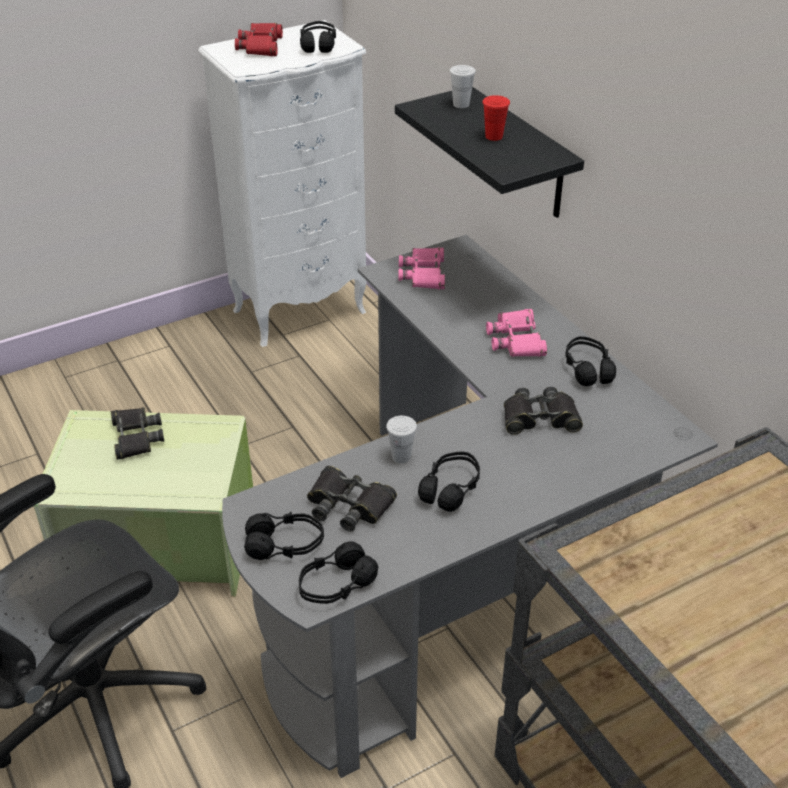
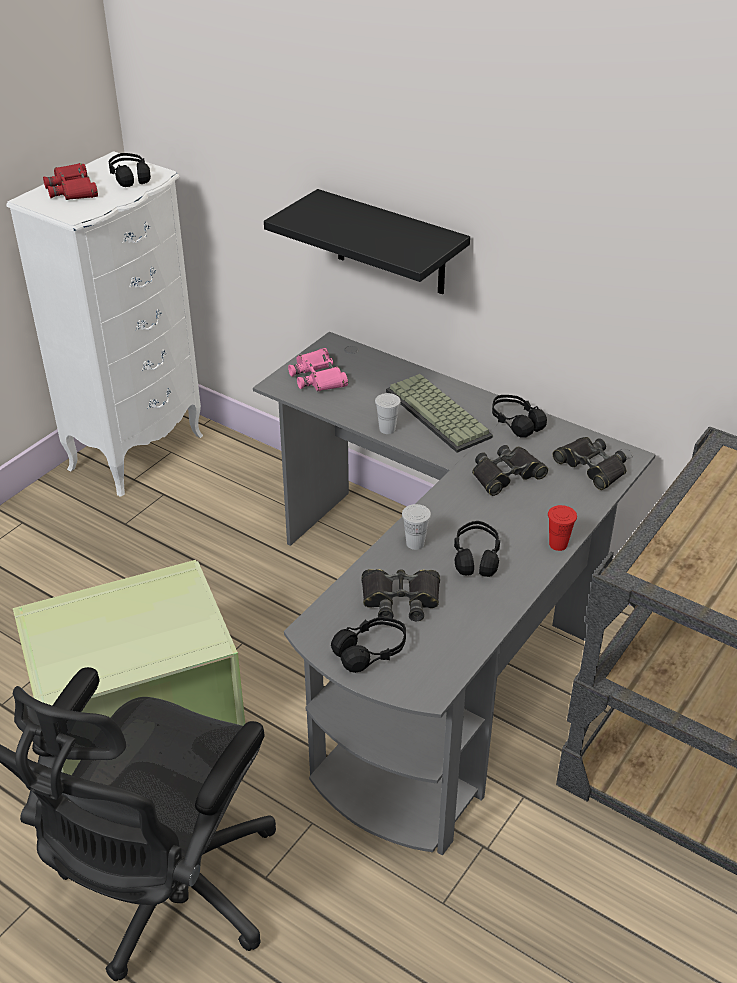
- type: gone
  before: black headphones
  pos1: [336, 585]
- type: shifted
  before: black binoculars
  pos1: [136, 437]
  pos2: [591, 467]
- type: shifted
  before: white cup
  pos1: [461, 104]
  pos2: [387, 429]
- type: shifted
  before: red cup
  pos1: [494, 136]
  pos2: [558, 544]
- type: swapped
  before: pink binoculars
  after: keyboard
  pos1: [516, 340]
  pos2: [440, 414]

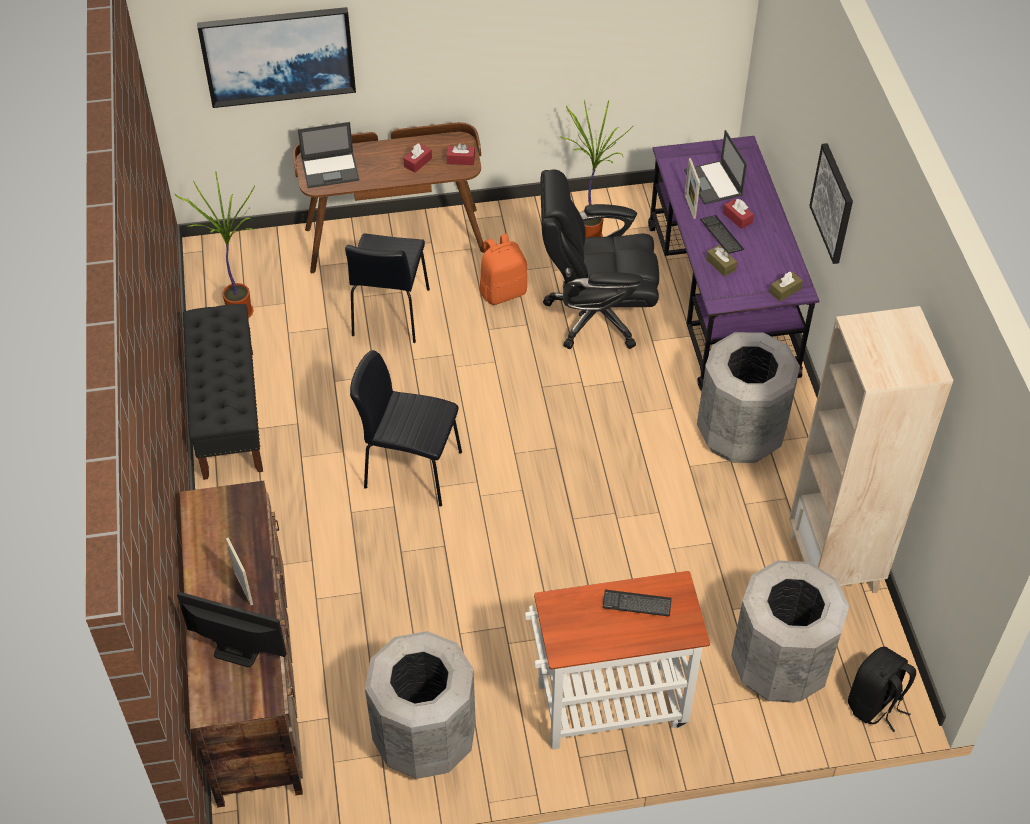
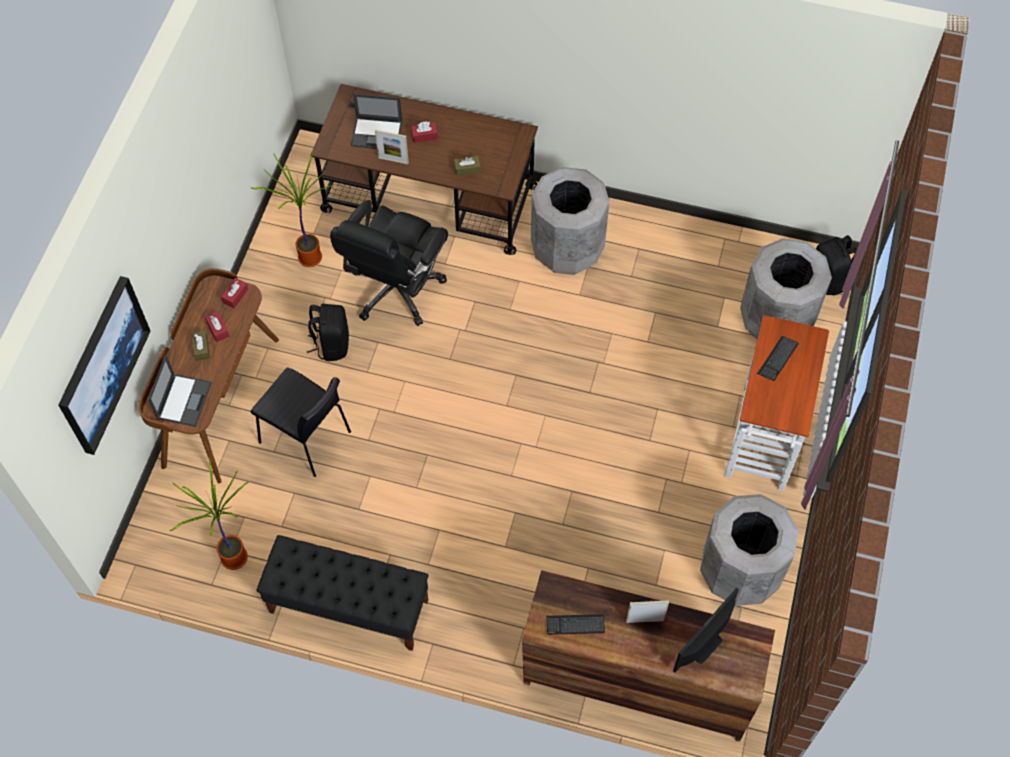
- type: gone
  before: black chair
  pos1: [409, 469]
- type: gone
  before: beige bookcase
  pos1: [834, 564]
- type: gone
  before: picture
  pos1: [833, 203]
- type: shifted
  before: keyboard
  pos1: [721, 235]
  pos2: [575, 625]
- type: shifted
  before: brown tissue box
  pos1: [785, 291]
  pos2: [201, 348]
- type: repainted
  before: orange backpack
  after: black backpack
  pos1: [503, 291]
  pos2: [331, 344]
- type: repainted
  before: purple desk
  after: brown desk
  pos1: [721, 299]
  pos2: [429, 199]

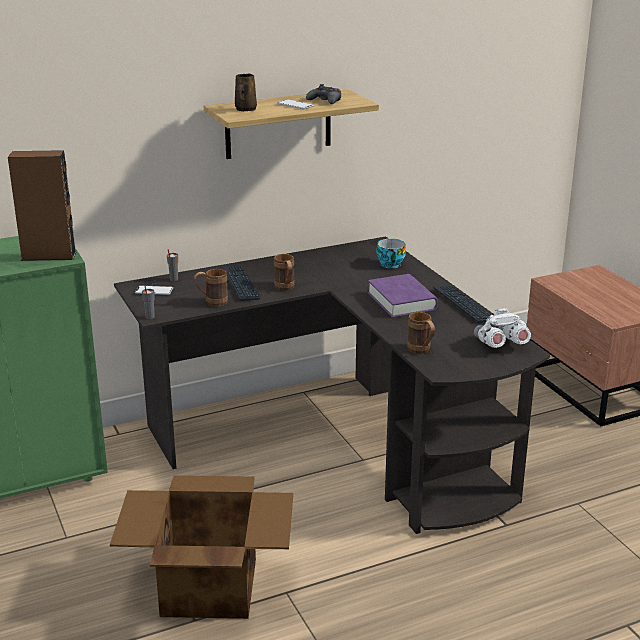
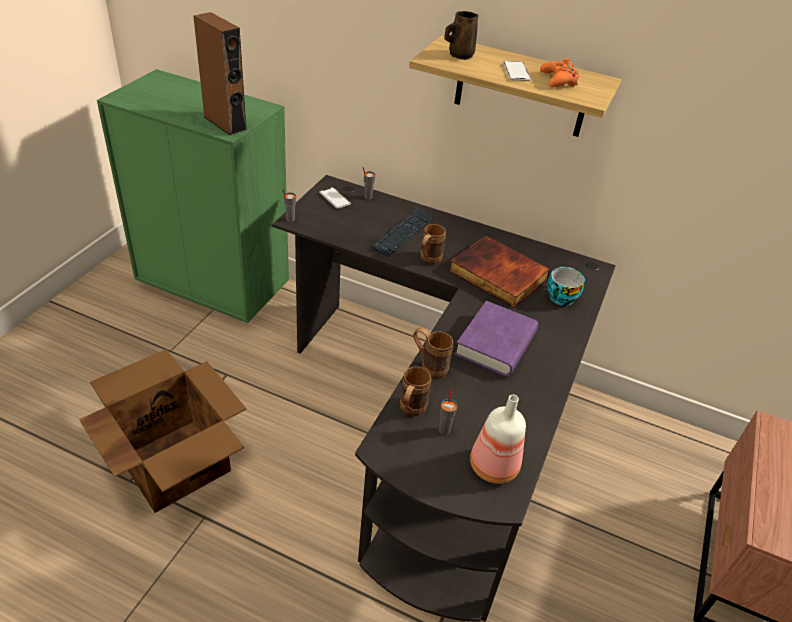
- type: gone
  before: keyboard
  pos1: [463, 304]
- type: new
  after: grey cup
  pos2: [444, 430]
- type: new
  after: book
  pos2: [496, 275]
- type: shifted
  before: brown mug
  pos1: [211, 303]
  pos2: [429, 366]
- type: swapped
  before: white binoculars
  after: bottle
  pos1: [500, 345]
  pos2: [492, 467]
- type: repainted
  before: black game controller
  after: orange game controller
  pos1: [325, 101]
  pos2: [558, 81]

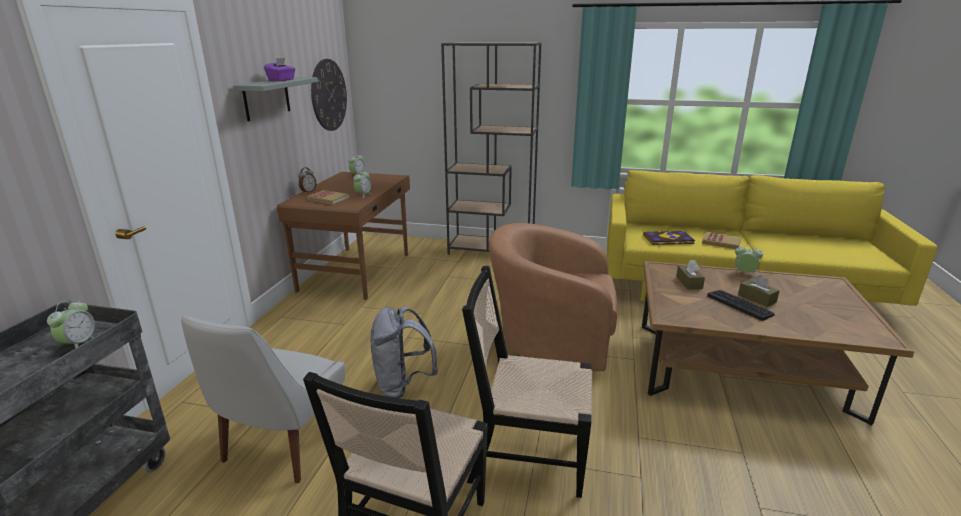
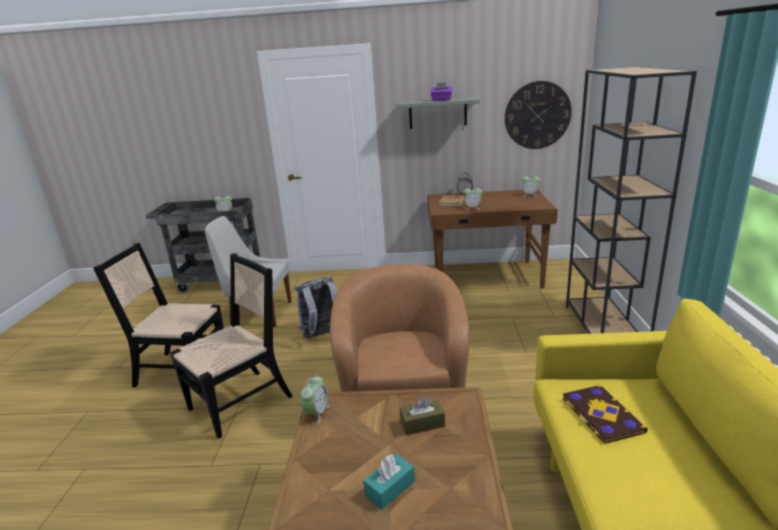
- type: gone
  before: book
  pos1: [721, 242]
- type: gone
  before: keyboard
  pos1: [740, 305]
- type: shifted
  before: alarm clock
  pos1: [744, 273]
  pos2: [316, 413]
- type: repainted
  before: brown tissue box
  after: turquoise tissue box
  pos1: [757, 298]
  pos2: [390, 488]
- type: rotated
  before: chair
  pos1: [527, 457]
  pos2: [241, 403]
  turn: 45

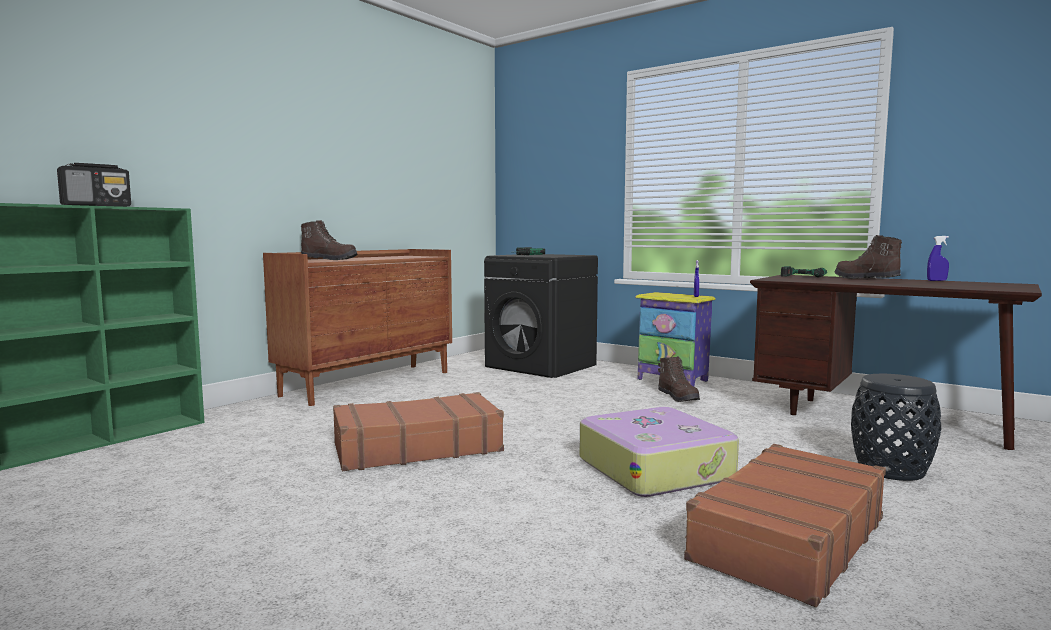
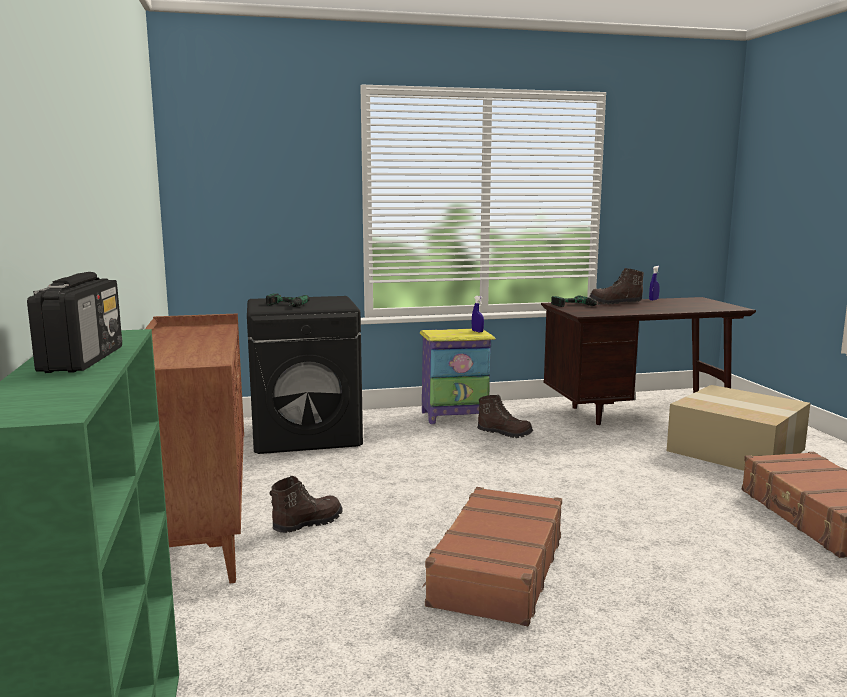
- type: gone
  before: suitcase
  pos1: [655, 468]
- type: shifted
  before: brown boot
  pos1: [329, 259]
  pos2: [307, 523]
- type: swapped
  before: black stool
  after: cardboard box
  pos1: [890, 470]
  pos2: [733, 450]

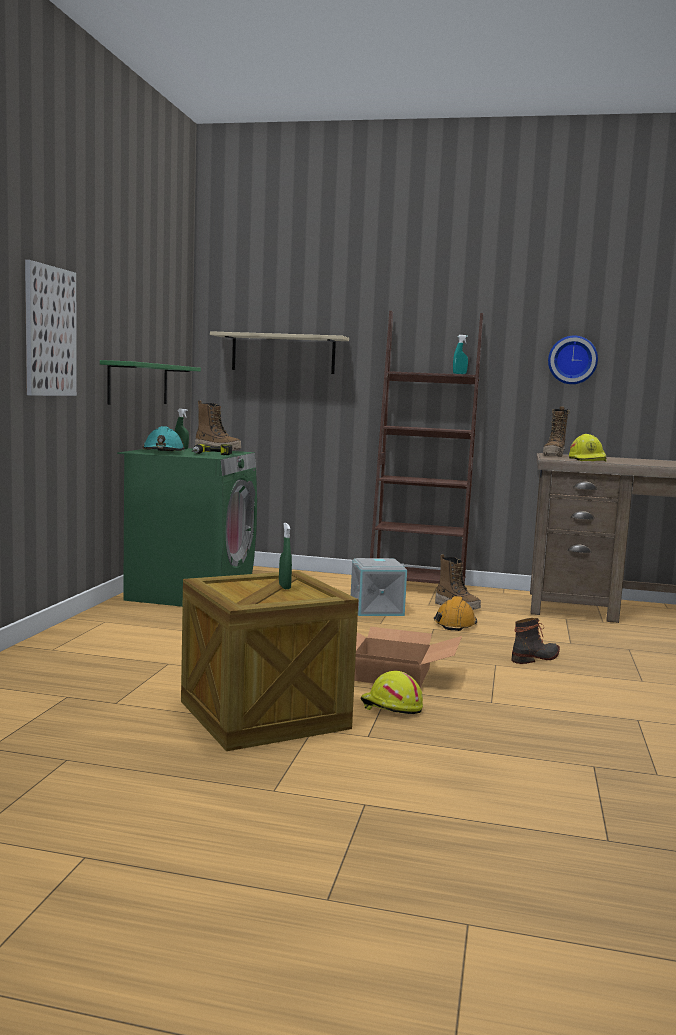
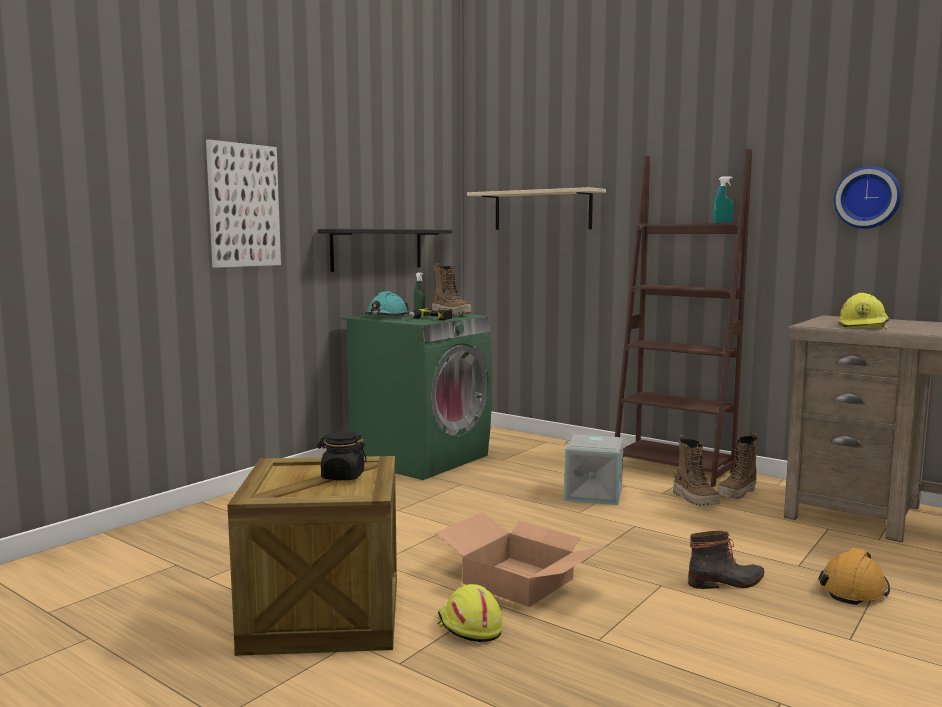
- type: shifted
  before: orange hard hat
  pos1: [455, 623]
  pos2: [853, 589]
- type: shifted
  before: boot
  pos1: [554, 456]
  pos2: [737, 494]
- type: swapped
  before: green spray bottle
  after: black jar
  pos1: [284, 587]
  pos2: [342, 476]
- type: repainted
  before: green shelf
  after: black shelf
  pos1: [138, 384]
  pos2: [377, 249]

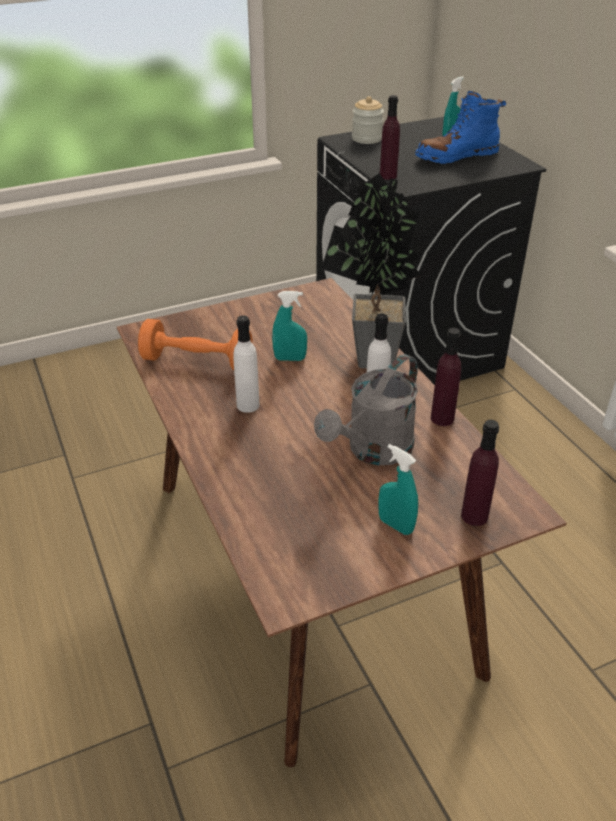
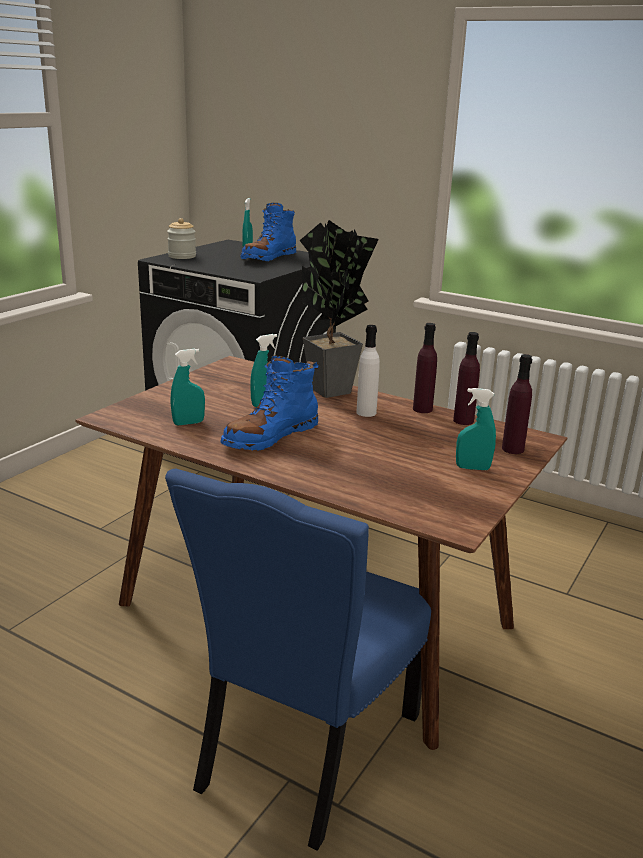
- type: gone
  before: grey watering can
  pos1: [373, 451]
- type: new
  after: blue chair
  pos2: [308, 744]
- type: shifted
  before: purple bottle
  pos1: [388, 176]
  pos2: [463, 421]
- type: swapped
  before: orange dumbbell
  after: turquoise spray bottle
  pos1: [197, 361]
  pos2: [188, 423]
- type: swapped
  before: white bottle
  after: blue boot
  pos1: [248, 405]
  pos2: [270, 437]

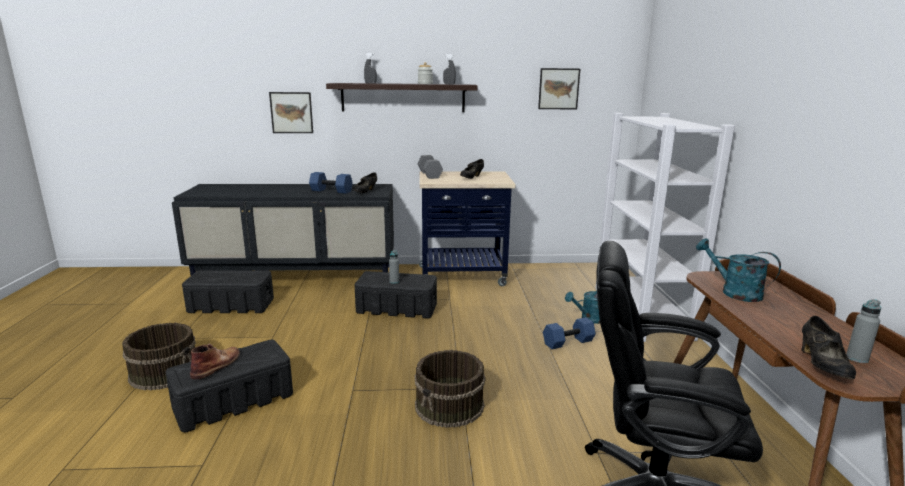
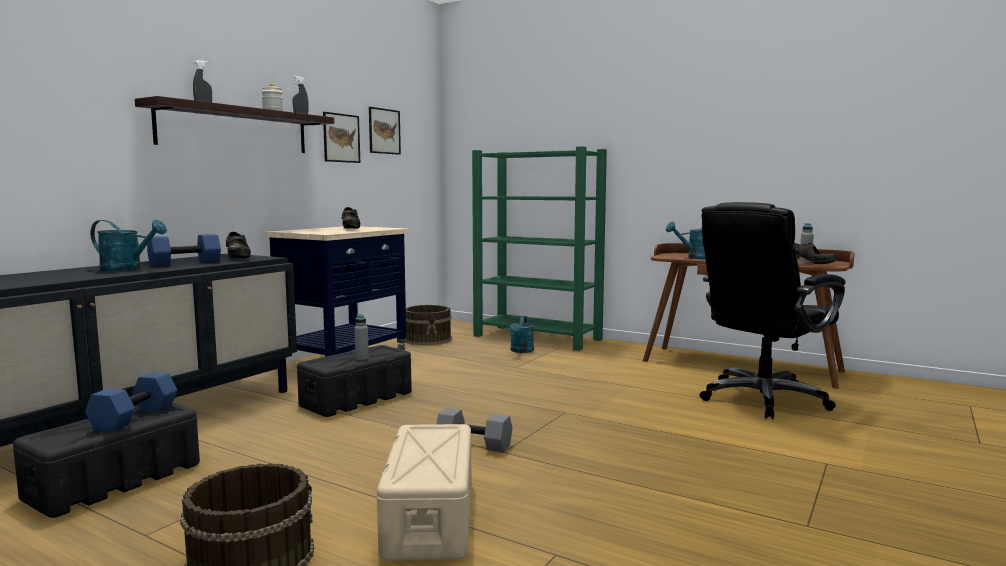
- type: gone
  before: brown boot
  pos1: [217, 365]
- type: new
  after: turquoise watering can
  pos2: [127, 269]
- type: shifted
  before: picture
  pos1: [291, 112]
  pos2: [341, 138]
- type: shifted
  before: brown bucket
  pos1: [450, 406]
  pos2: [428, 339]
- type: shifted
  before: grey dumbbell
  pos1: [429, 174]
  pos2: [473, 445]
- type: shifted
  before: blue dumbbell
  pos1: [568, 343]
  pos2: [135, 418]
- type: repainted
  before: black storage box
  after: beige storage box
  pos1: [233, 402]
  pos2: [430, 517]
- type: repainted
  before: white bookcase
  after: green bookcase
  pos1: [641, 312]
  pos2: [537, 337]

